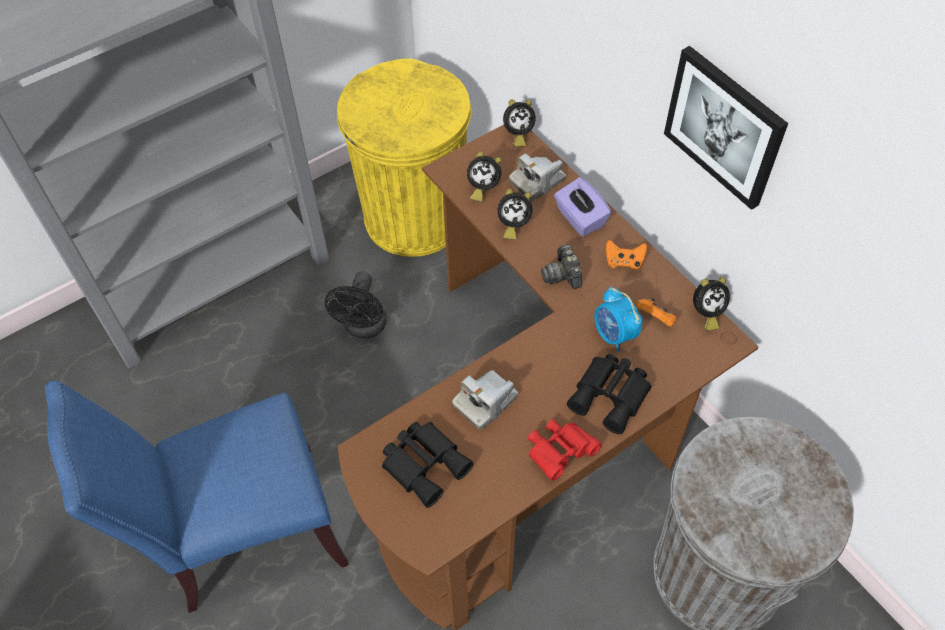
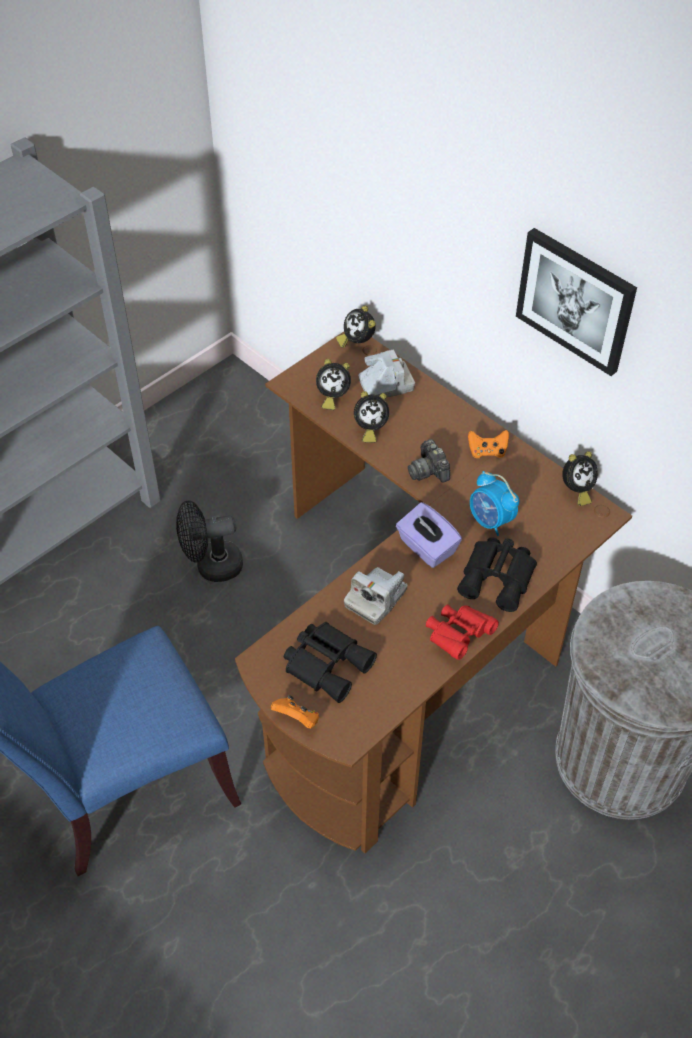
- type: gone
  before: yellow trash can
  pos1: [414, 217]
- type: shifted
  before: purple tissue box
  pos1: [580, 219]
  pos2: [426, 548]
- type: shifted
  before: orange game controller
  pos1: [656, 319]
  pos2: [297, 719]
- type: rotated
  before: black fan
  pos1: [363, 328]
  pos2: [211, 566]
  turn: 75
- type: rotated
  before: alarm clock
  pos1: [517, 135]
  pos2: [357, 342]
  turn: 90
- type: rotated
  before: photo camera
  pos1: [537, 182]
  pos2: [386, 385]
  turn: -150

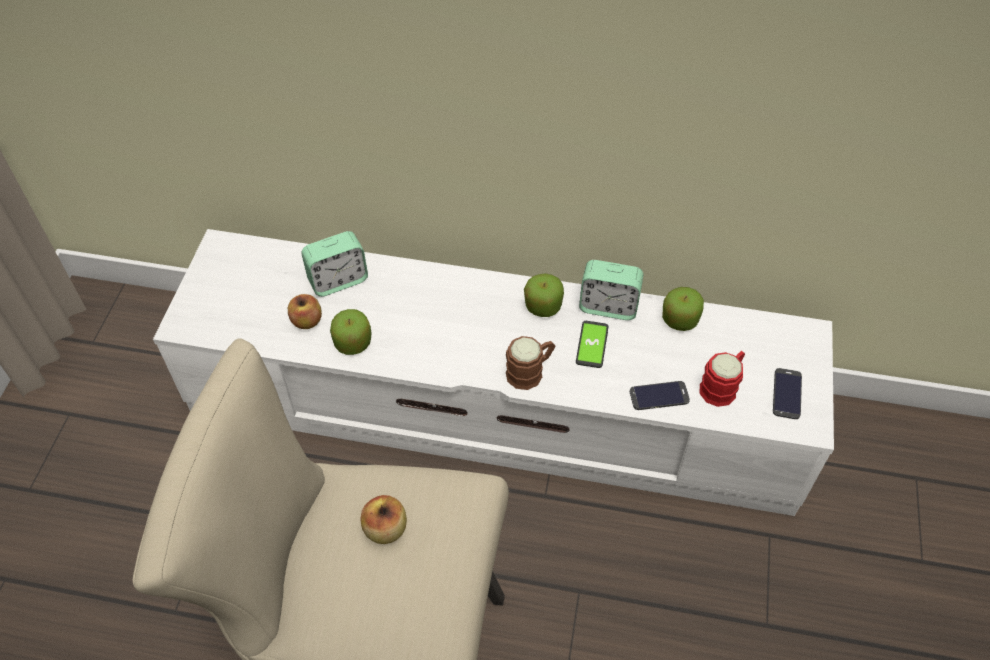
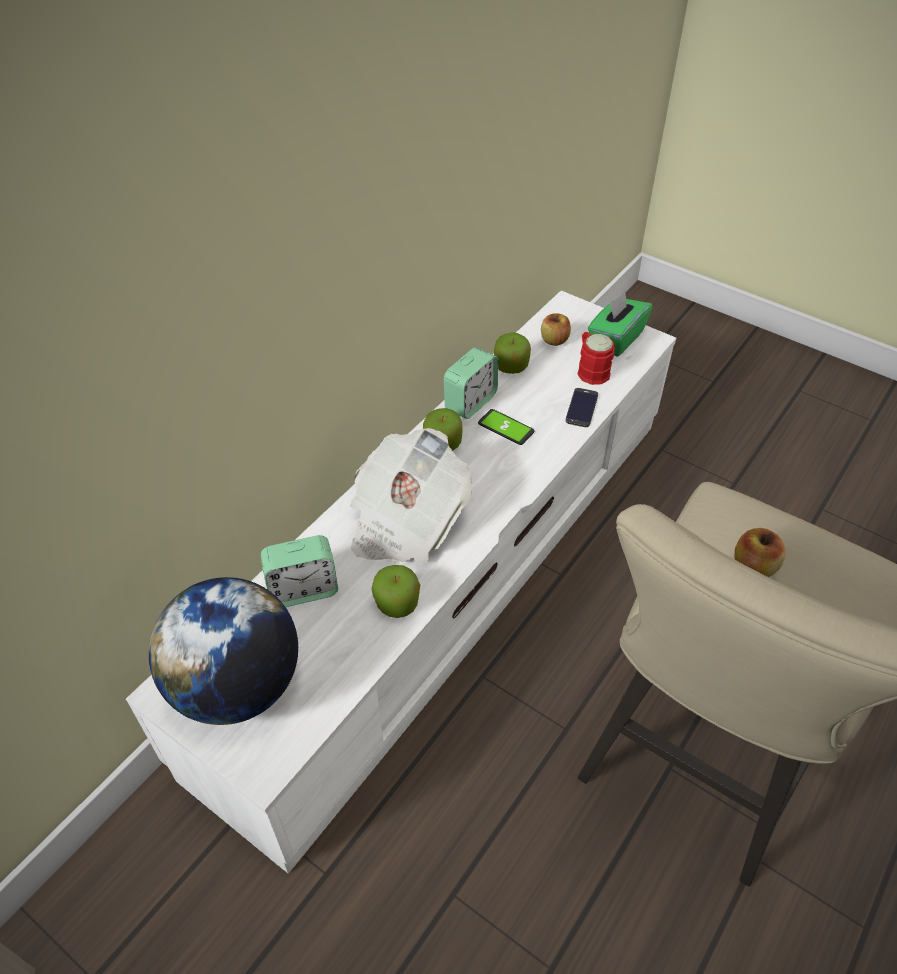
- type: gone
  before: brown mug
  pos1: [530, 371]
- type: new
  after: globe
  pos2: [238, 686]
- type: new
  after: newspaper
  pos2: [405, 520]
- type: shifted
  before: apple
  pos1: [307, 321]
  pos2: [554, 340]
- type: swapped
  before: phone
  after: green tissue box
  pos1: [787, 393]
  pos2: [616, 339]
- type: rotated
  before: alarm clock
  pos1: [338, 280]
  pos2: [303, 590]
  turn: 75

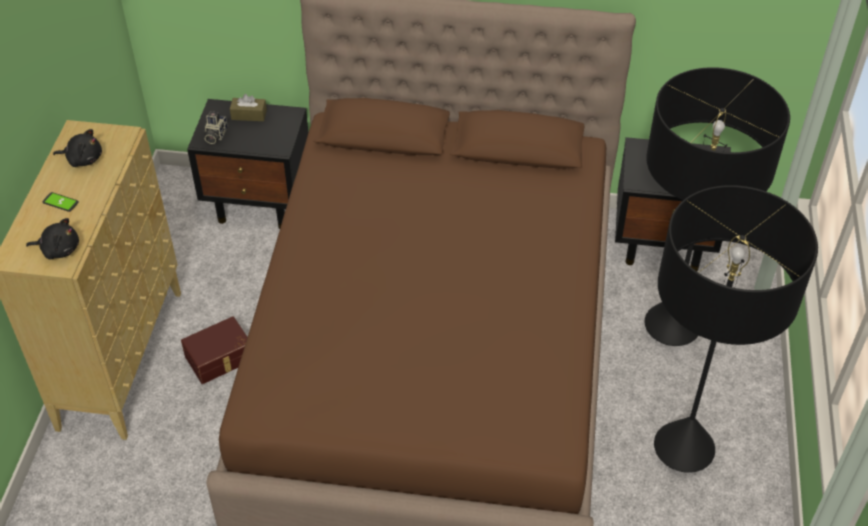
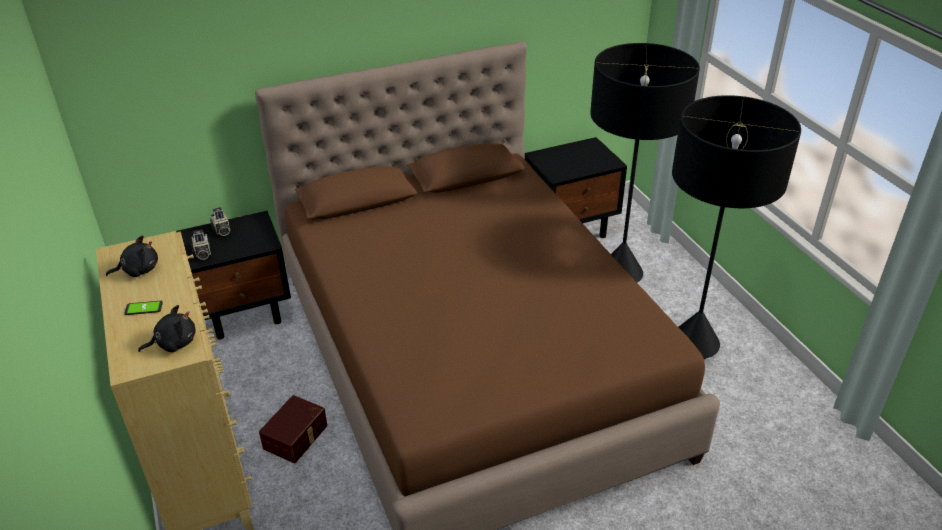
- type: swapped
  before: brown tissue box
  after: photo camera
  pos1: [249, 115]
  pos2: [221, 230]

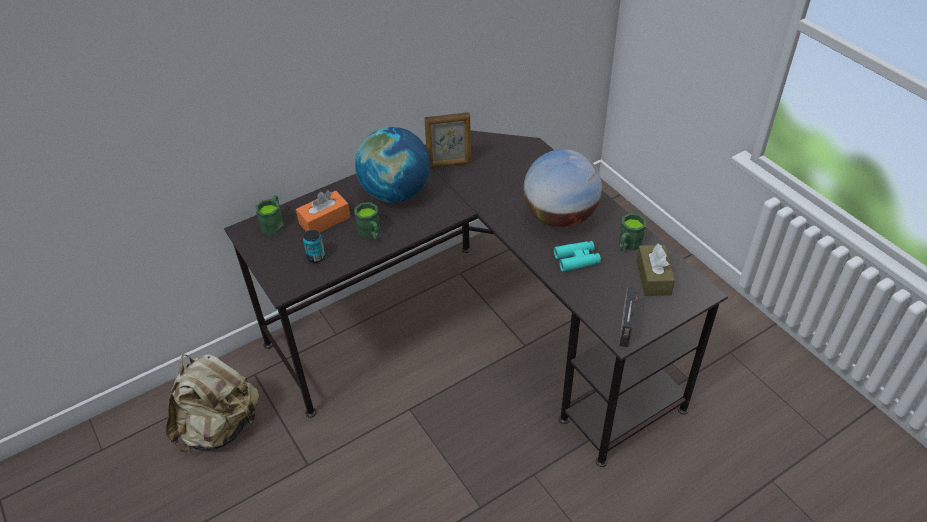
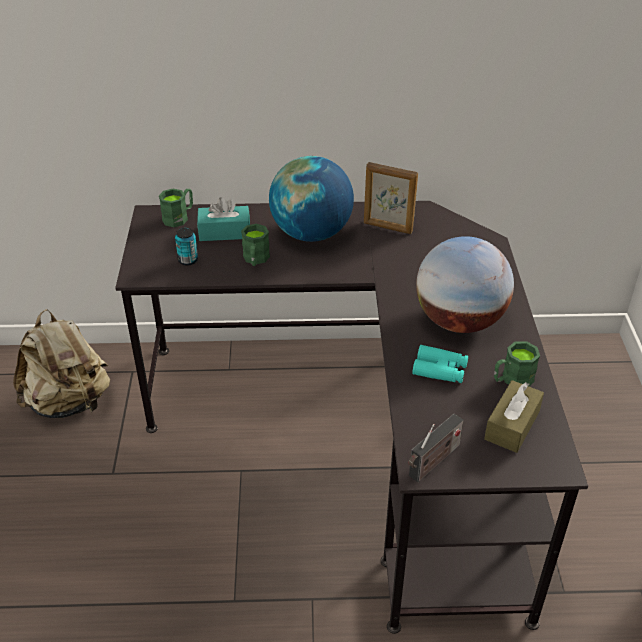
- type: repainted
  before: orange tissue box
  after: turquoise tissue box
  pos1: [324, 220]
  pos2: [224, 232]

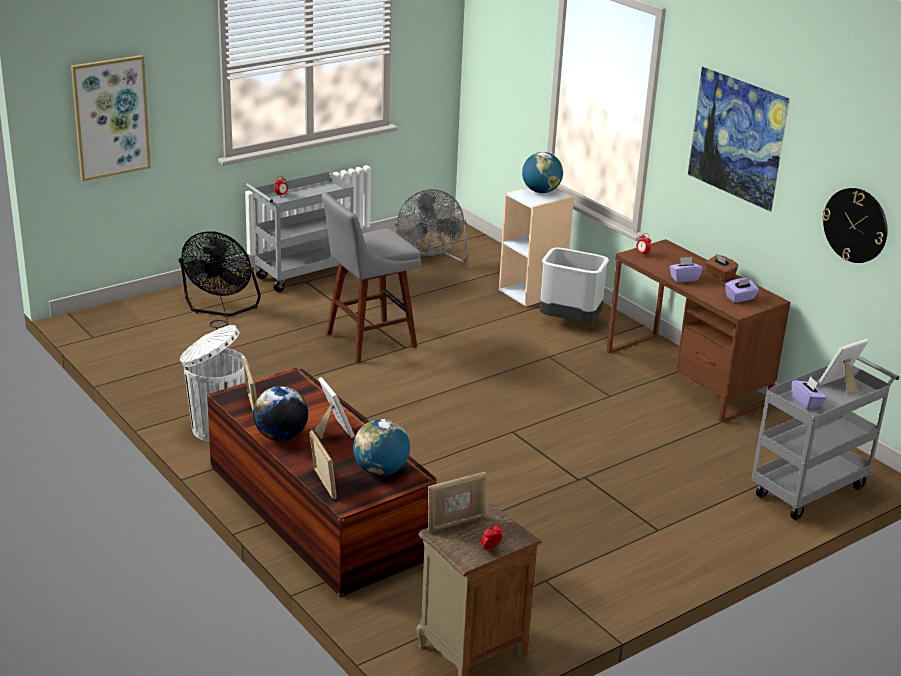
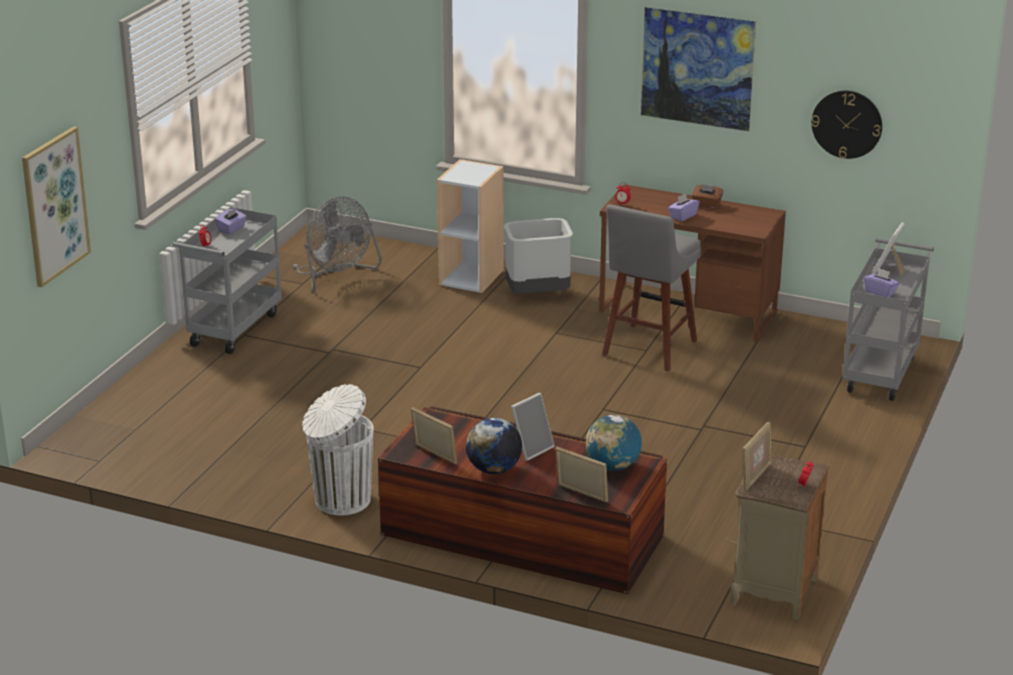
- type: gone
  before: black fan
  pos1: [217, 310]
- type: gone
  before: globe
  pos1: [541, 191]
- type: shifted
  before: grey stool
  pos1: [368, 341]
  pos2: [648, 349]
- type: shifted
  before: purple tissue box
  pos1: [740, 298]
  pos2: [232, 229]
- type: rotated
  before: picture frame
  pos1: [333, 431]
  pos2: [531, 449]
  turn: 105

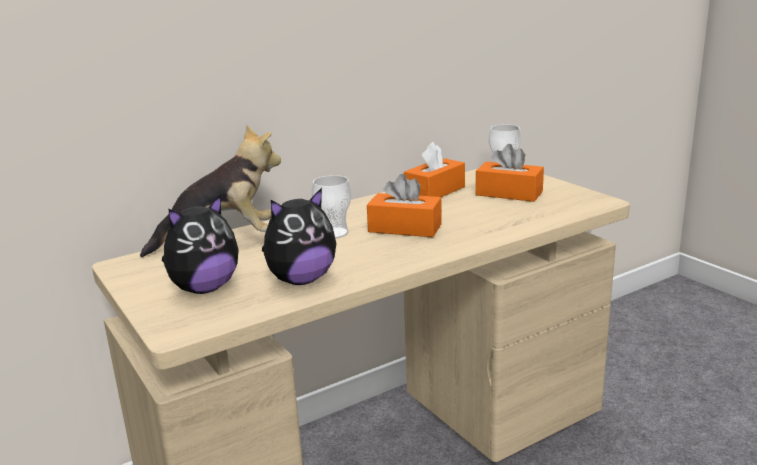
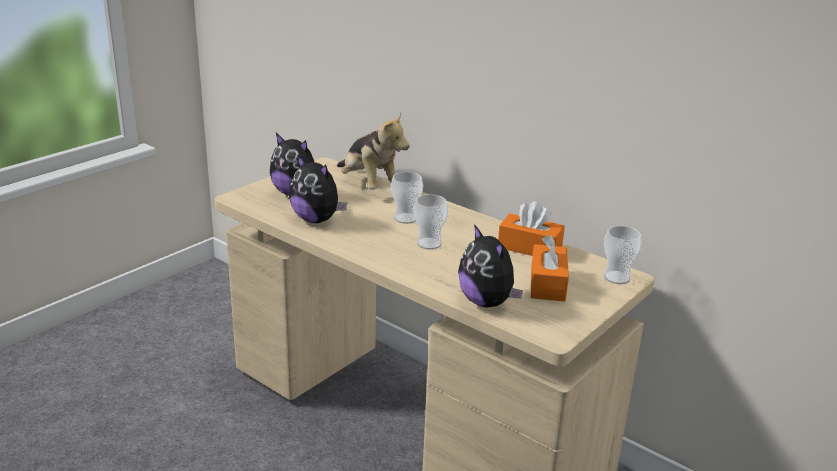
- type: new
  after: plush toy
  pos2: [487, 302]
- type: swapped
  before: orange tissue box
  after: cup
  pos1: [405, 228]
  pos2: [429, 244]

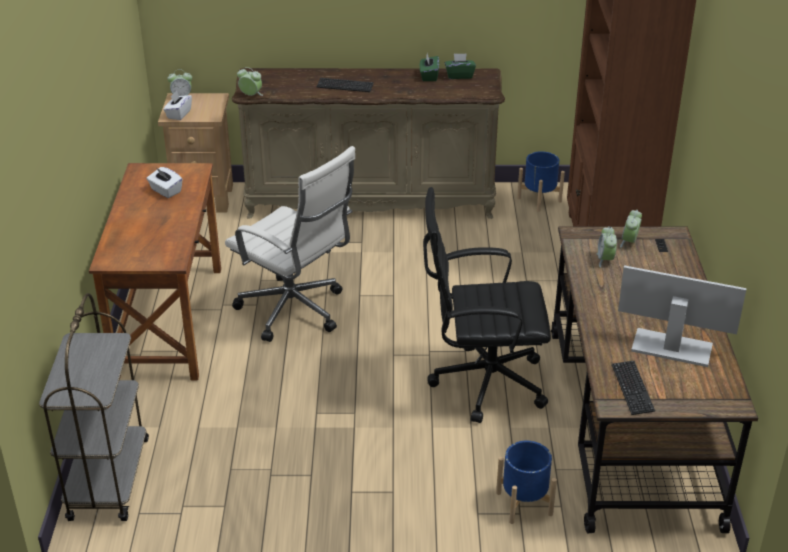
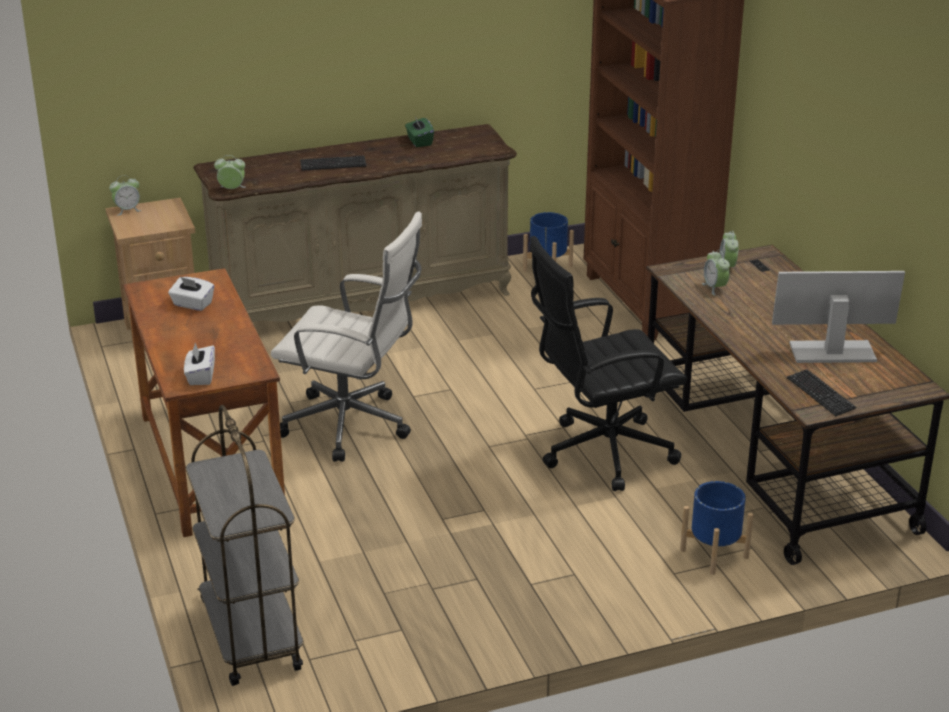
- type: gone
  before: green tissue box
  pos1: [459, 75]
- type: shifted
  before: white tissue box
  pos1: [178, 114]
  pos2: [200, 376]

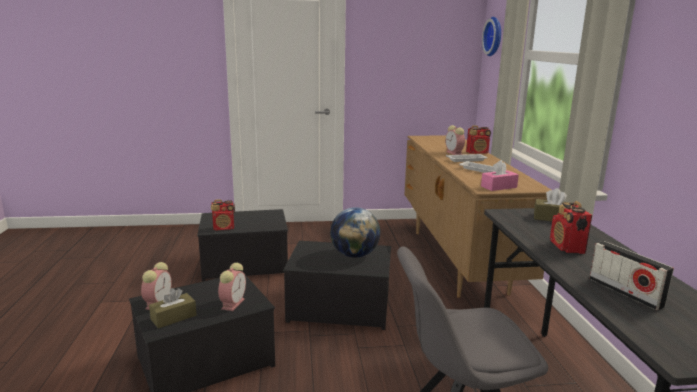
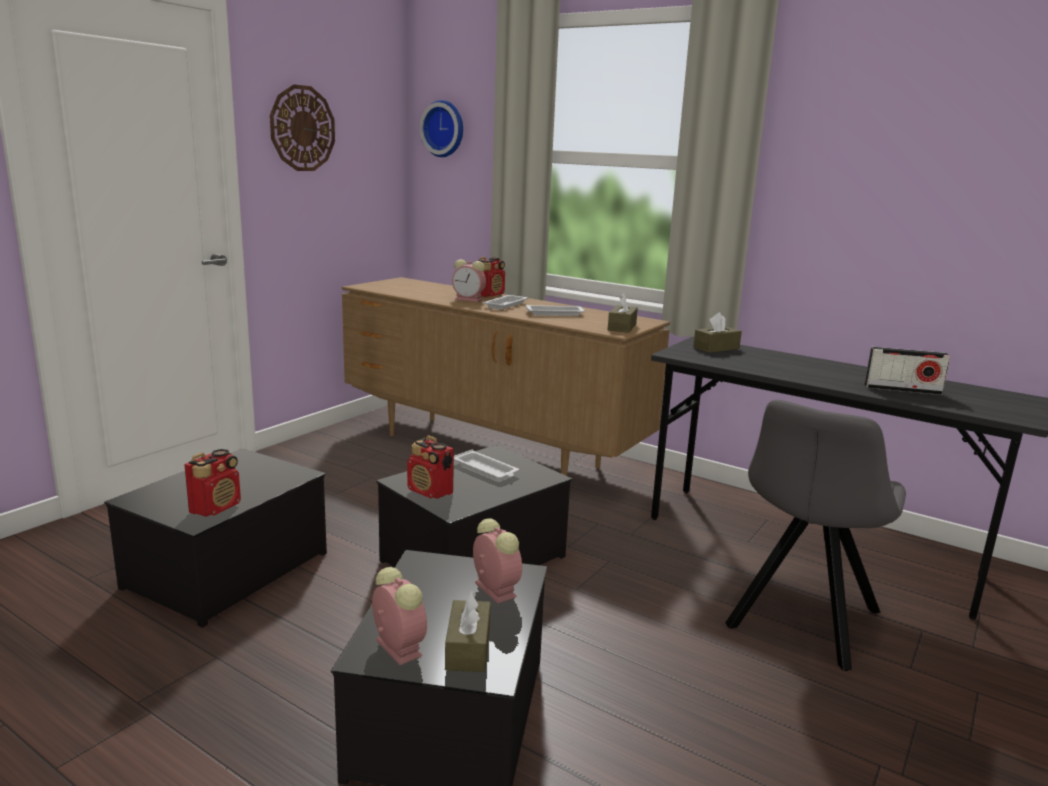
- type: new
  after: wall clock
  pos2: [302, 128]
- type: shifted
  before: radio
  pos1: [567, 247]
  pos2: [430, 492]
- type: swapped
  before: globe
  after: white tray
  pos1: [354, 255]
  pos2: [486, 470]
- type: repainted
  before: pink tissue box
  after: brown tissue box
  pos1: [498, 187]
  pos2: [622, 327]

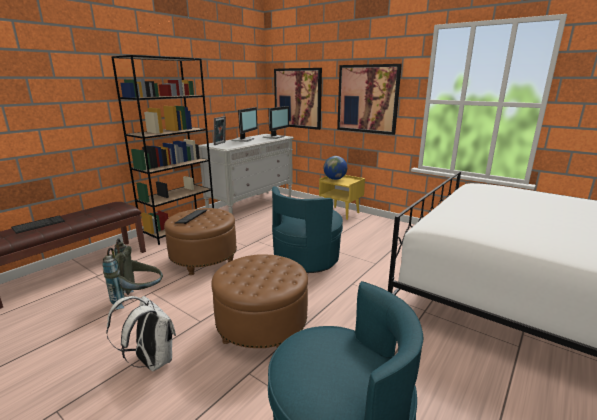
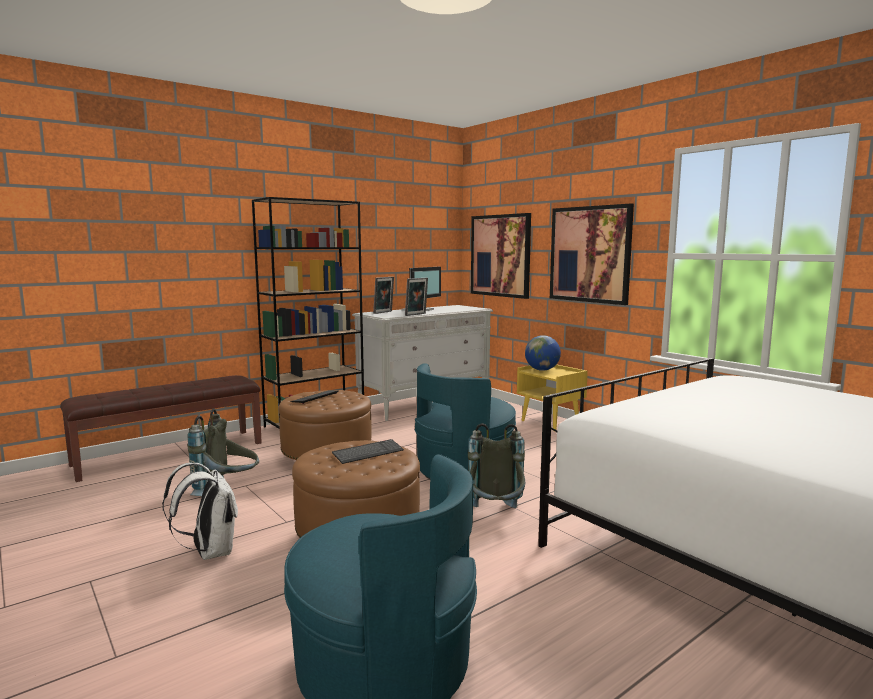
- type: gone
  before: monitor
  pos1: [274, 137]
- type: new
  after: picture frame
  pos2: [416, 314]
- type: new
  after: grey backpack
  pos2: [496, 515]
- type: shifted
  before: keyboard
  pos1: [39, 225]
  pos2: [368, 453]

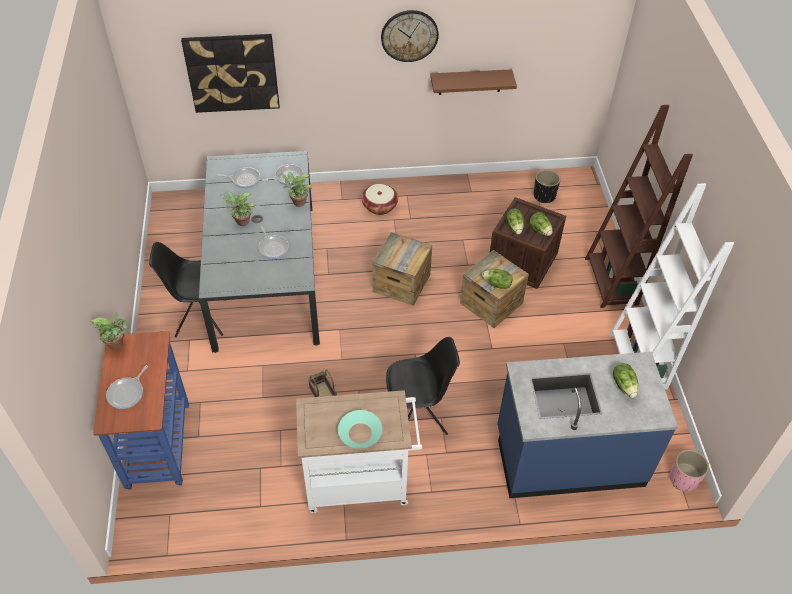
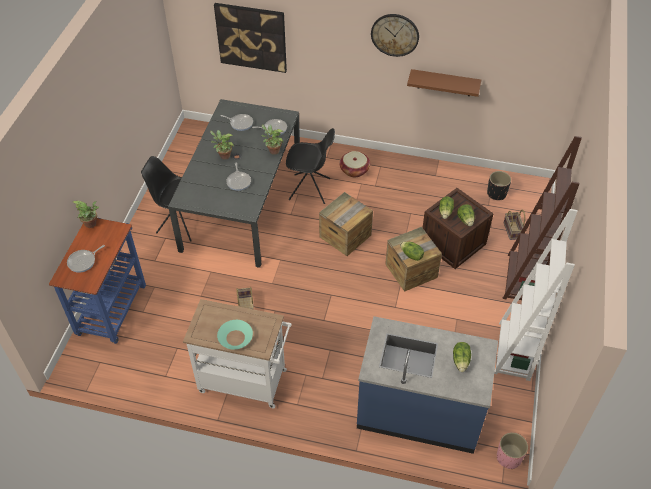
- type: new
  after: basket
  pos2: [513, 231]
- type: shifted
  before: black chair
  pos1: [418, 417]
  pos2: [310, 189]

